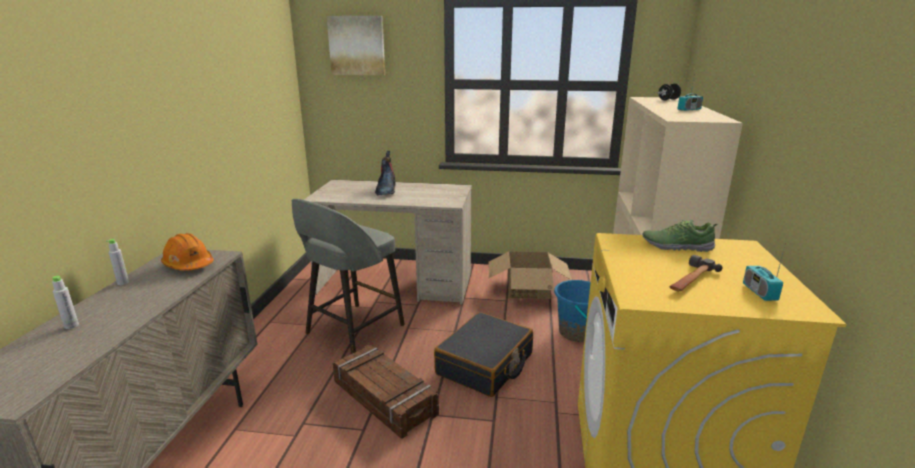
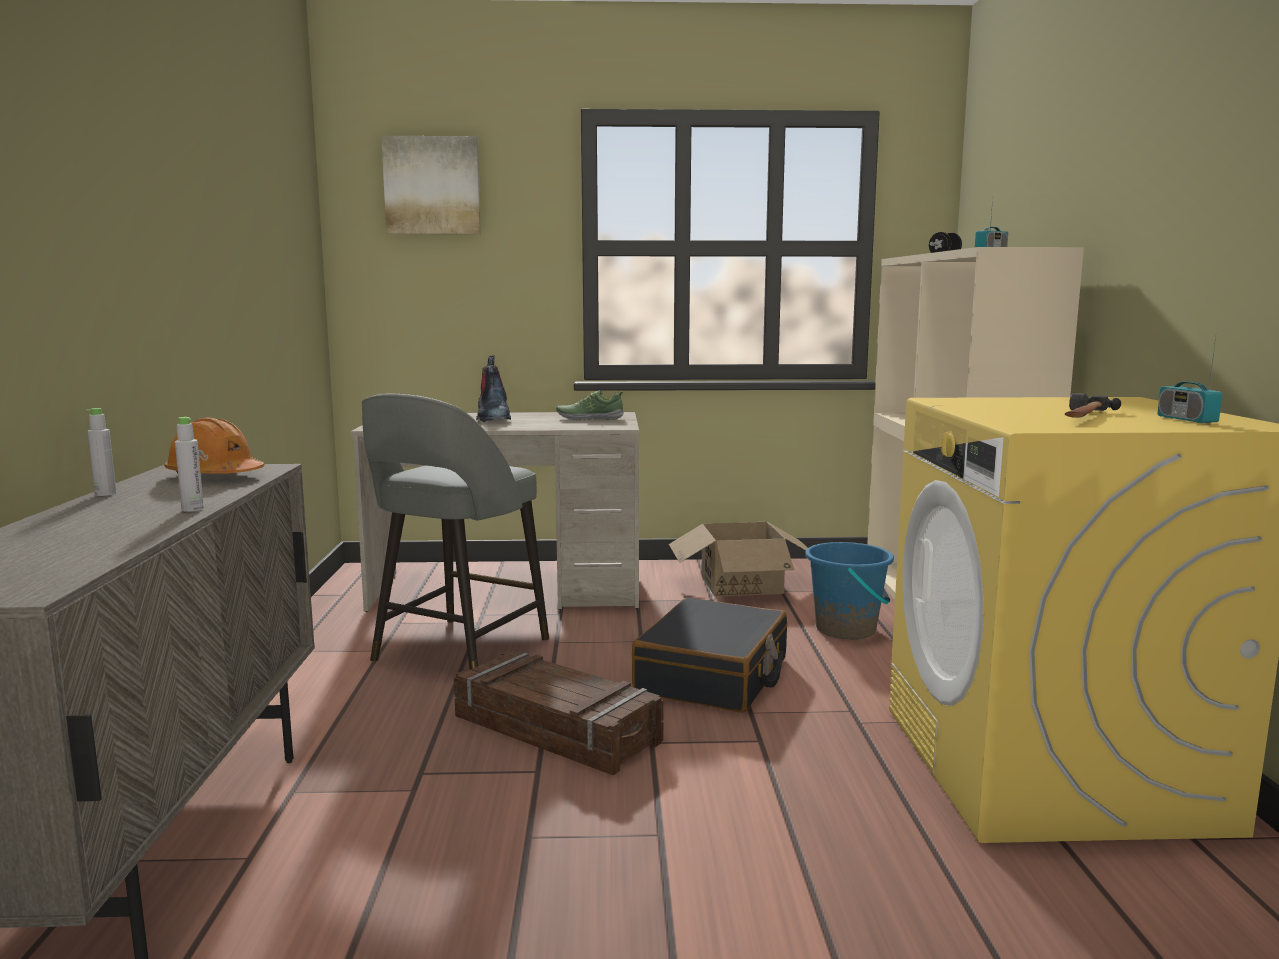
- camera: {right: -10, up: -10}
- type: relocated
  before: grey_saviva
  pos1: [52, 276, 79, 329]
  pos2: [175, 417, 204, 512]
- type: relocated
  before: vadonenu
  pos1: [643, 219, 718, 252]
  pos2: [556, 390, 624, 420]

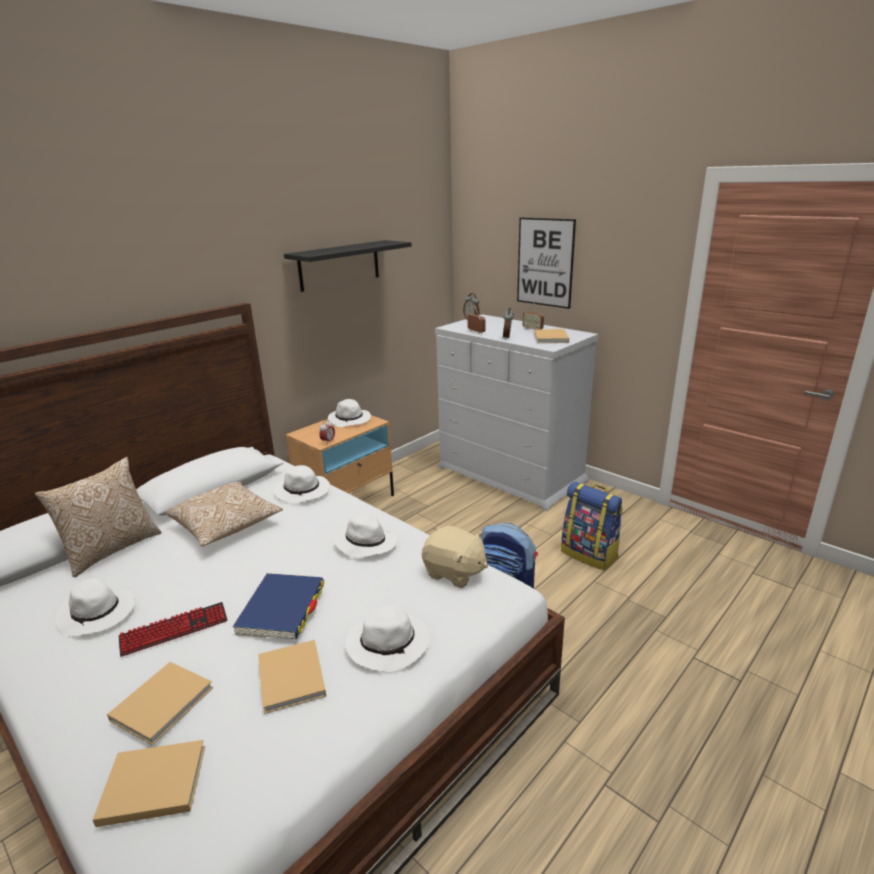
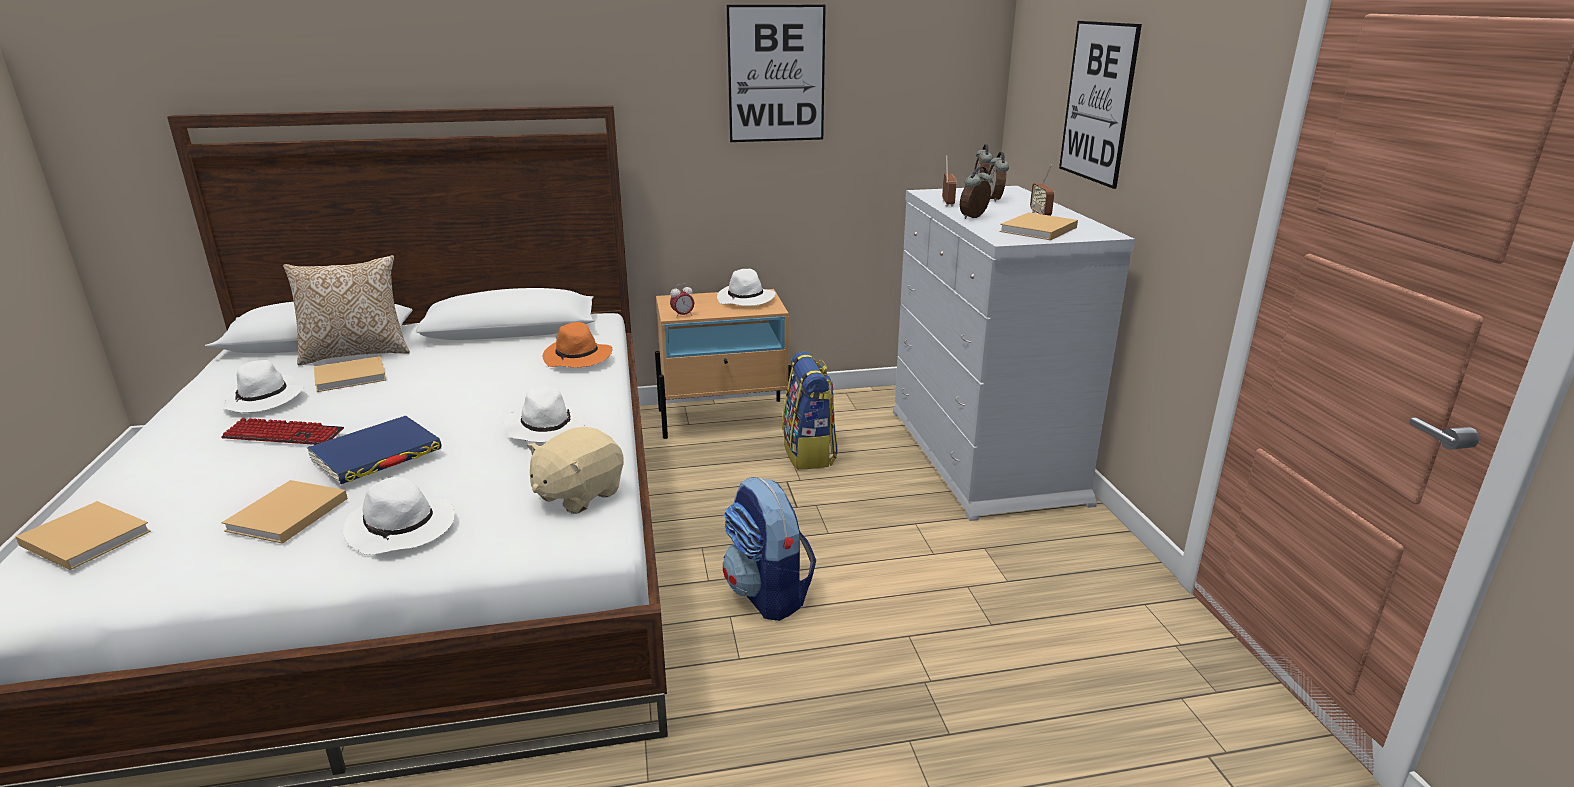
- camera: {right: 35, up: 0}
- type: missing
  before: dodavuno
  pos1: [166, 482, 283, 547]
- type: appeared
  after: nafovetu
  pos2: [989, 152, 1009, 202]
- type: relocated
  before: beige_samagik
  pos1: [107, 662, 213, 746]
  pos2: [314, 356, 386, 392]
- type: relocated
  before: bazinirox
  pos1: [561, 482, 623, 570]
  pos2: [782, 352, 838, 470]
- type: exchanged
  before: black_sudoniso
  after: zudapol
  pos1: [284, 240, 412, 292]
  pos2: [726, 5, 826, 142]
- type: colour
  before: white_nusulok
  after: orange_nusulok
  pos1: [274, 465, 330, 504]
  pos2: [543, 322, 612, 368]
- type: spun
  before: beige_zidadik
  pos1: [422, 526, 488, 588]
  pos2: [527, 427, 624, 514]
  turn: 60

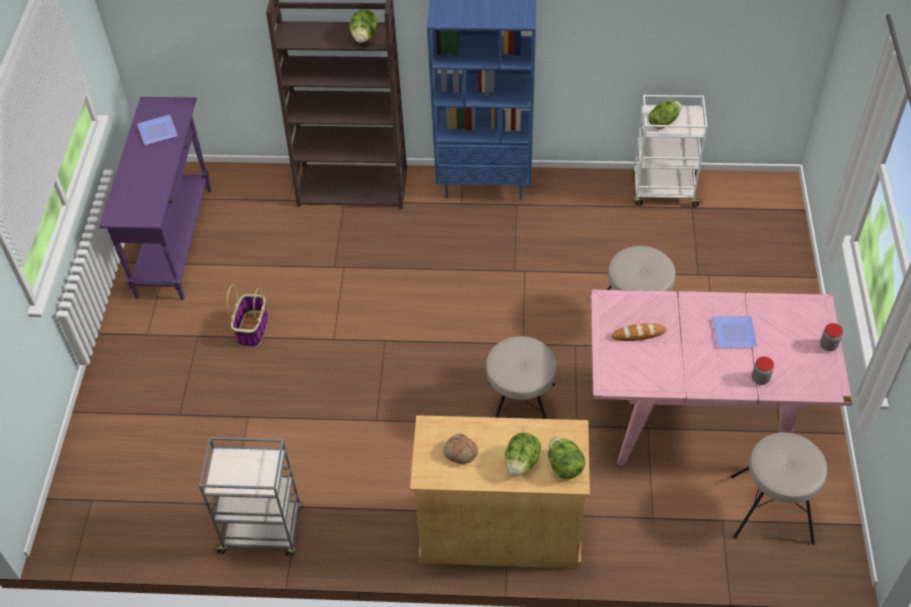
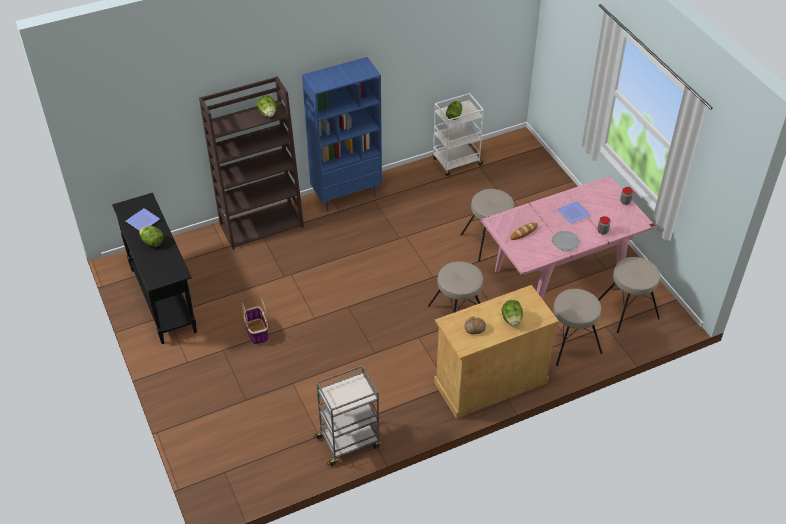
- camera: {right: -30, up: -5}
- type: appeared
  after: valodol
  pos2: [552, 231, 580, 251]
- type: appeared
  after: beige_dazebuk
  pos2: [553, 289, 602, 366]
- type: relocated
  before: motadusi
  pos1: [548, 437, 585, 479]
  pos2: [139, 226, 164, 247]
- type: colour
  before: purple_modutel
  after: black_modutel
  pos1: [99, 97, 211, 300]
  pos2: [112, 193, 197, 344]

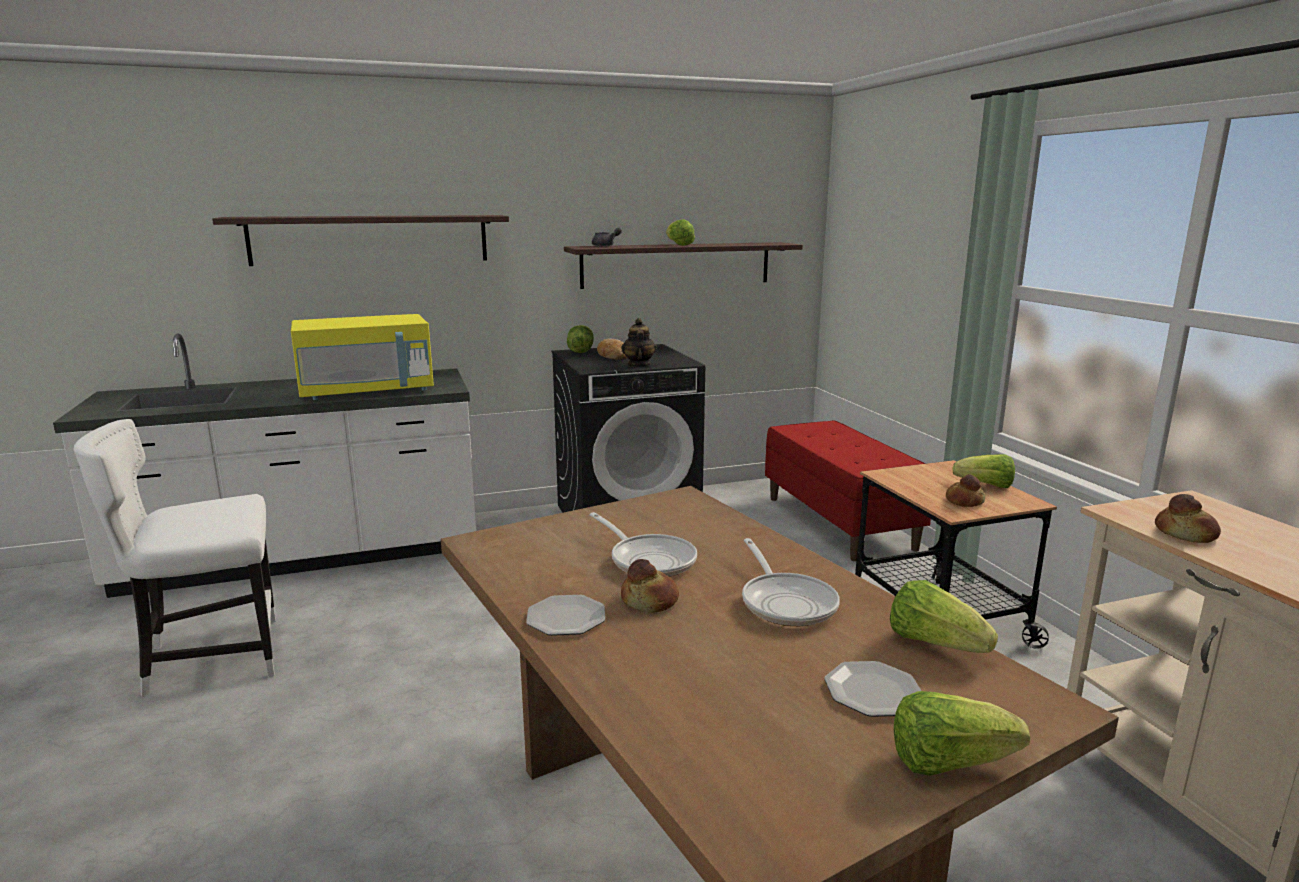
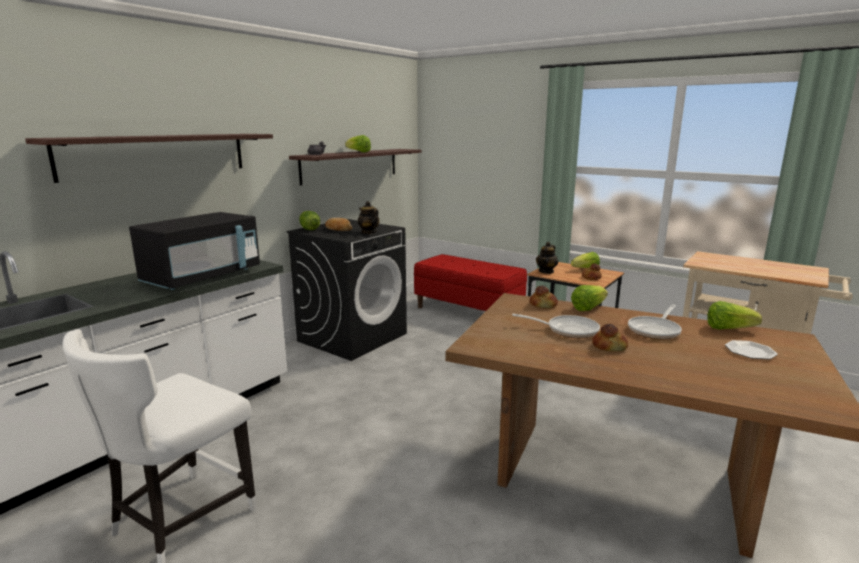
- camera: {right: -35, up: 0}
- type: missing
  before: valodol
  pos1: [526, 595, 605, 636]
- type: appeared
  after: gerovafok
  pos2: [536, 242, 558, 274]
- type: relocated
  before: motadusi
  pos1: [894, 691, 1030, 776]
  pos2: [571, 285, 608, 311]
- type: relocated
  before: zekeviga
  pos1: [1155, 494, 1221, 543]
  pos2: [529, 286, 558, 308]
- type: colour
  before: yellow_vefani
  after: black_vefani
  pos1: [291, 314, 434, 400]
  pos2: [129, 212, 260, 290]
- type: spun
  before: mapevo
  pos1: [742, 538, 840, 626]
  pos2: [628, 305, 682, 339]
  turn: 90

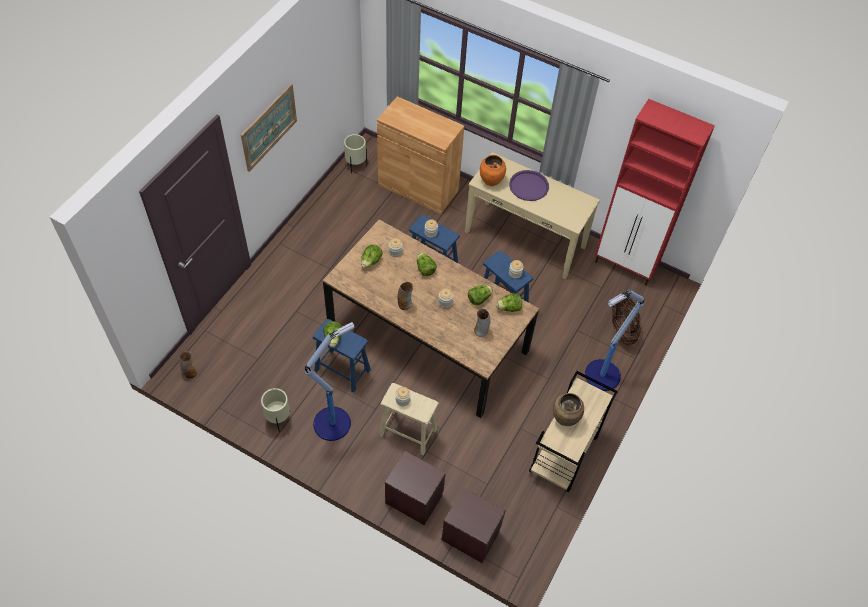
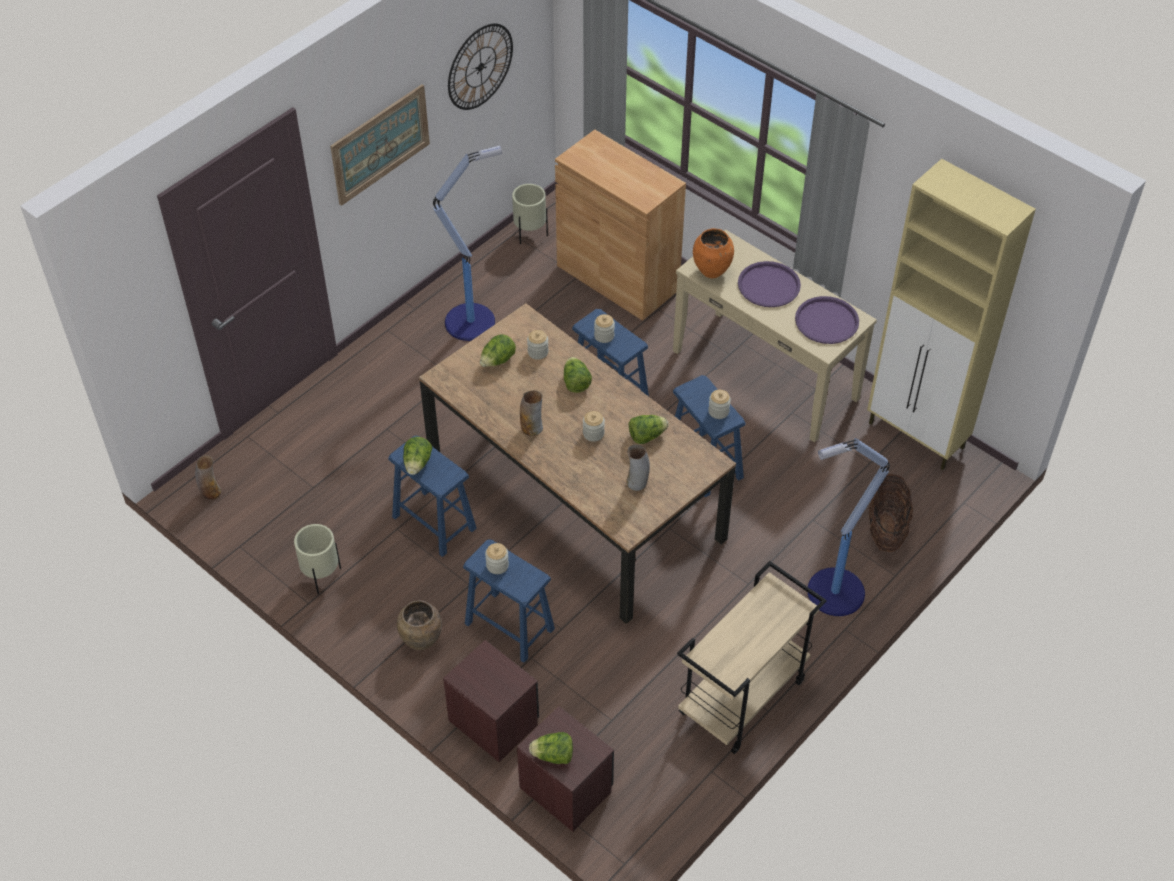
- camera: {right: 15, up: -5}
- type: appeared
  after: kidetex
  pos2: [448, 23, 513, 110]
- type: appeared
  after: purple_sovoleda
  pos2: [795, 296, 859, 344]
- type: relocated
  before: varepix
  pos1: [305, 322, 355, 441]
  pos2: [433, 146, 502, 341]
- type: relocated
  before: motadusi
  pos1: [496, 293, 522, 312]
  pos2: [529, 732, 573, 764]
- type: relocated
  before: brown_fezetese
  pos1: [553, 393, 584, 426]
  pos2: [397, 600, 442, 650]
- type: colour
  before: beige_dazebuk
  after: blue_dazebuk
  pos1: [379, 383, 439, 455]
  pos2: [463, 539, 555, 663]
- type: colour
  before: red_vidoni
  after: beige_vidoni
  pos1: [595, 99, 715, 285]
  pos2: [867, 159, 1036, 470]

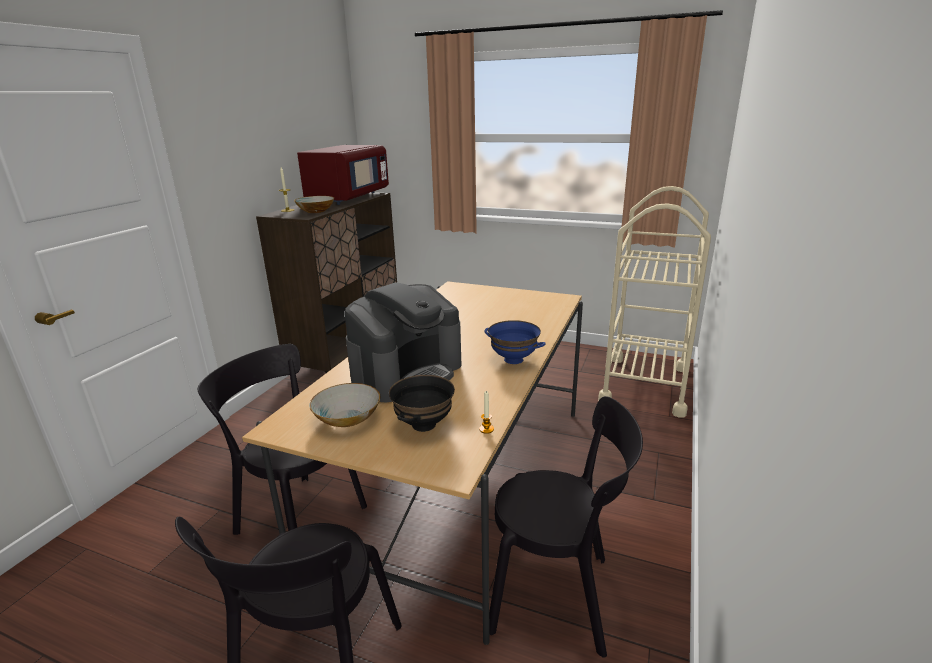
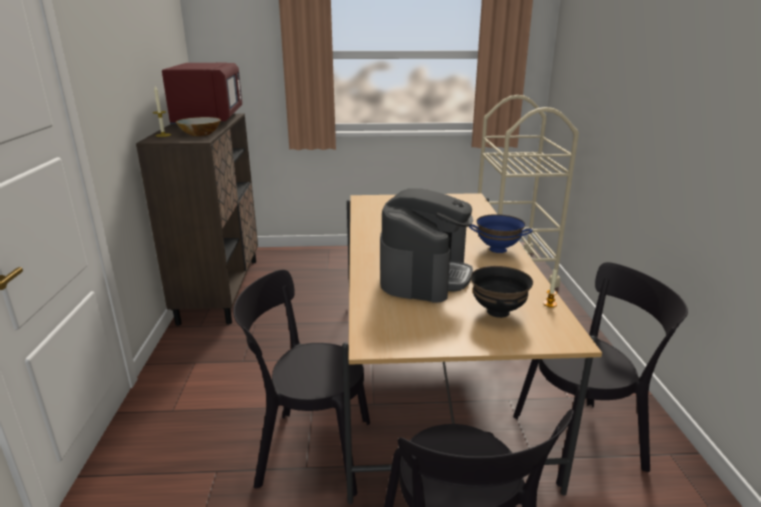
- camera: {right: -25, up: 0}
- type: missing
  before: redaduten
  pos1: [309, 383, 380, 427]

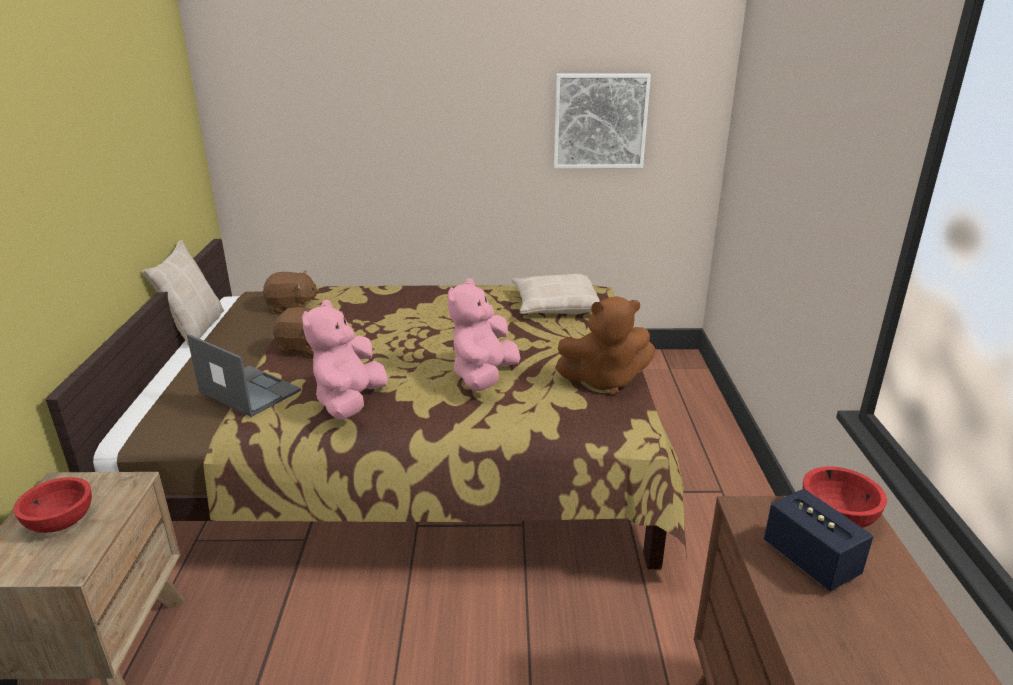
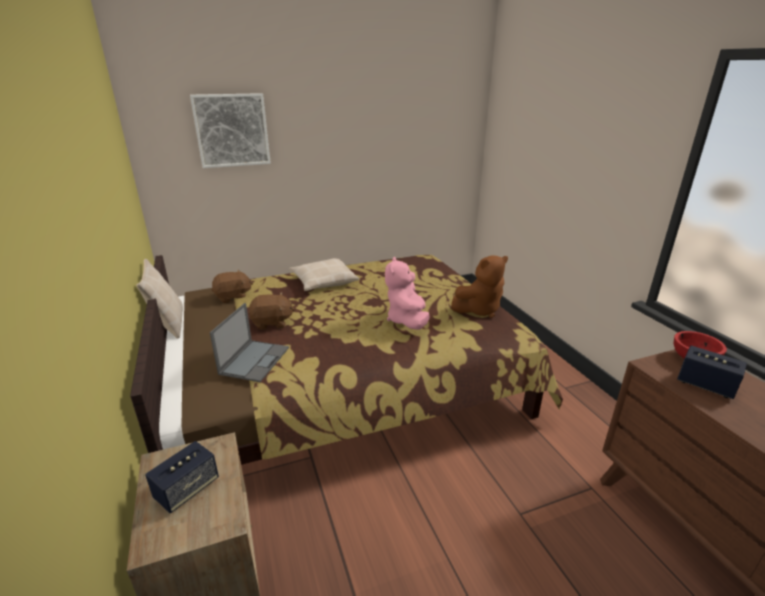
- camera: {right: -20, up: 0}
- type: missing
  before: pink_zidadik
  pos1: [302, 300, 388, 419]
- type: relocated
  before: beige_dodavuno
  pos1: [512, 274, 600, 314]
  pos2: [289, 258, 359, 291]
- type: relocated
  before: zudapol
  pos1: [554, 73, 651, 168]
  pos2: [190, 93, 271, 168]
- type: exchanged
  before: red_redaduten
  after: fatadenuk
  pos1: [13, 477, 92, 533]
  pos2: [145, 441, 219, 513]
- type: spun
  before: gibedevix
  pos1: [187, 334, 301, 417]
  pos2: [210, 303, 289, 382]
  turn: 90

